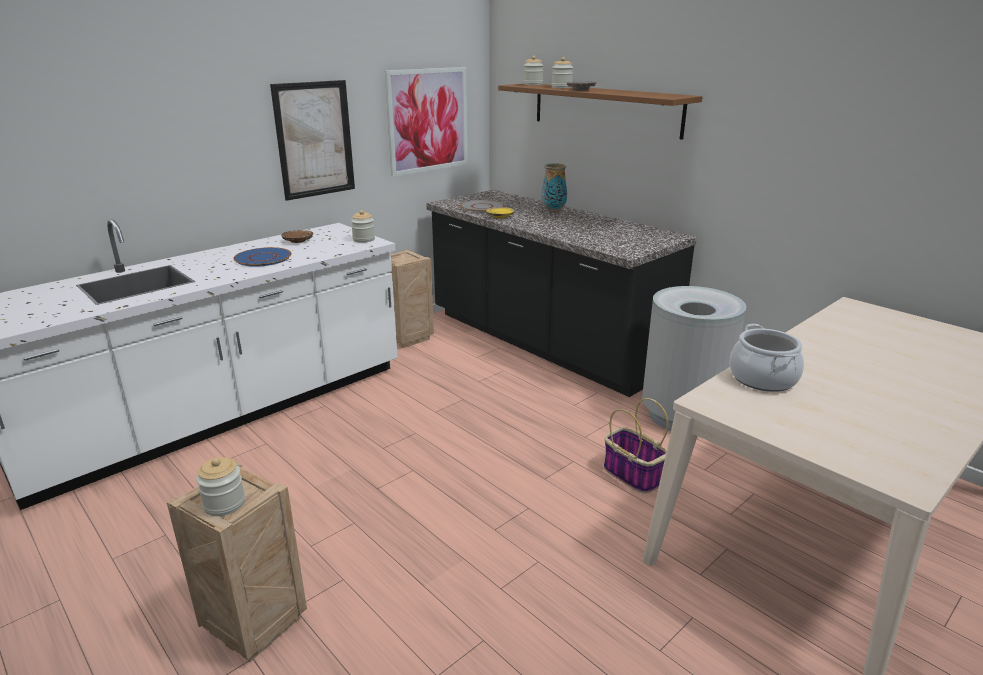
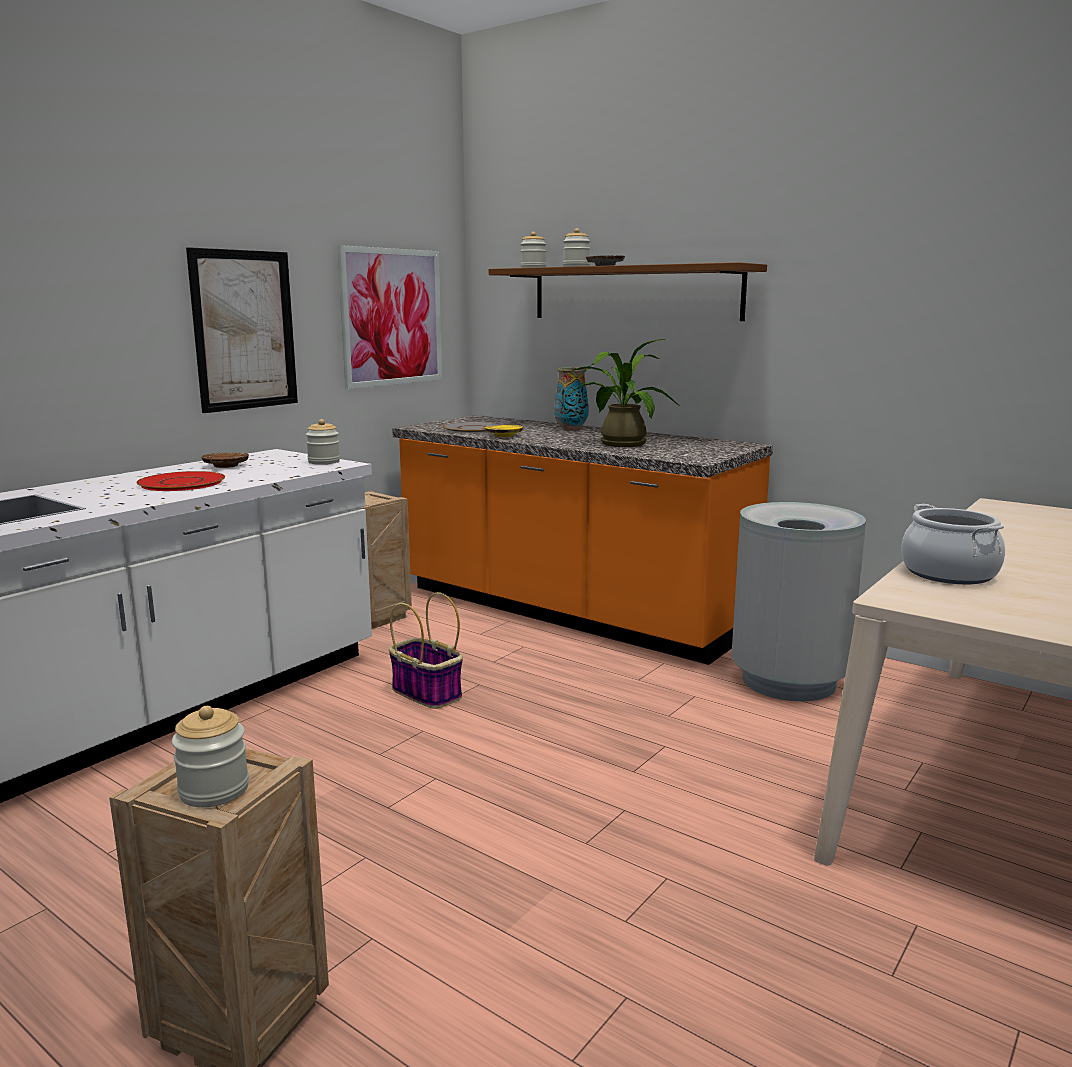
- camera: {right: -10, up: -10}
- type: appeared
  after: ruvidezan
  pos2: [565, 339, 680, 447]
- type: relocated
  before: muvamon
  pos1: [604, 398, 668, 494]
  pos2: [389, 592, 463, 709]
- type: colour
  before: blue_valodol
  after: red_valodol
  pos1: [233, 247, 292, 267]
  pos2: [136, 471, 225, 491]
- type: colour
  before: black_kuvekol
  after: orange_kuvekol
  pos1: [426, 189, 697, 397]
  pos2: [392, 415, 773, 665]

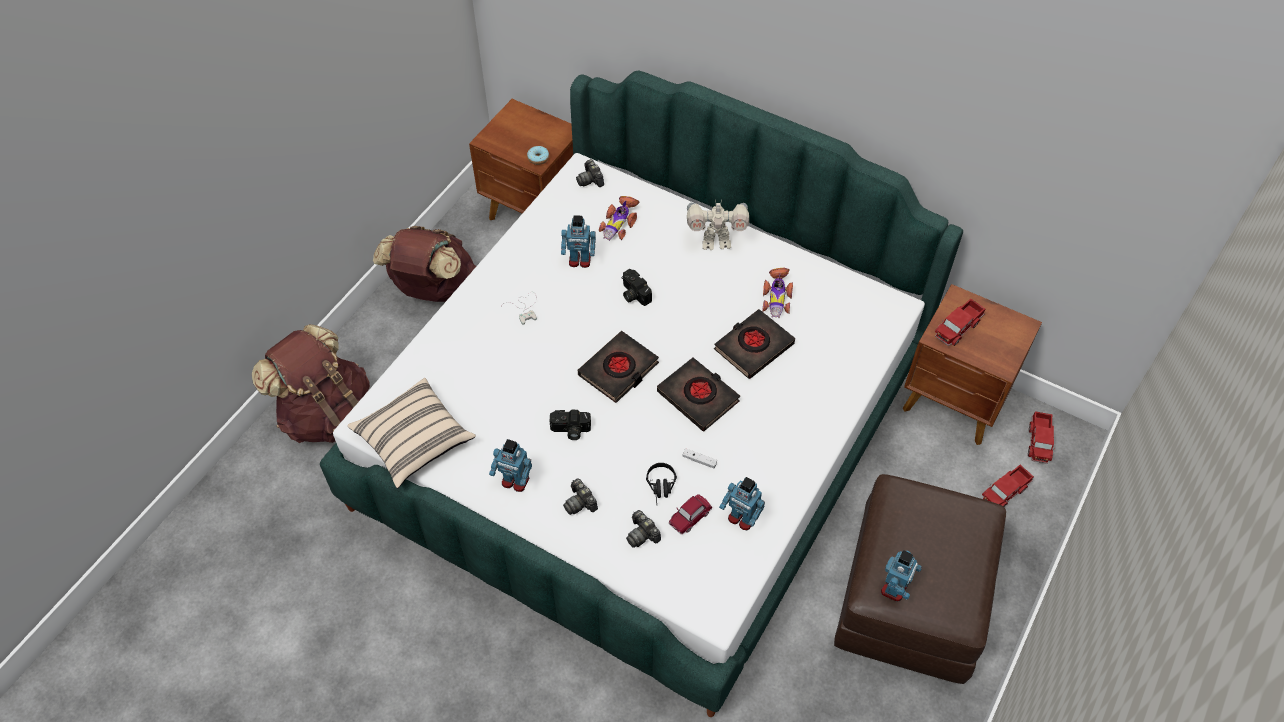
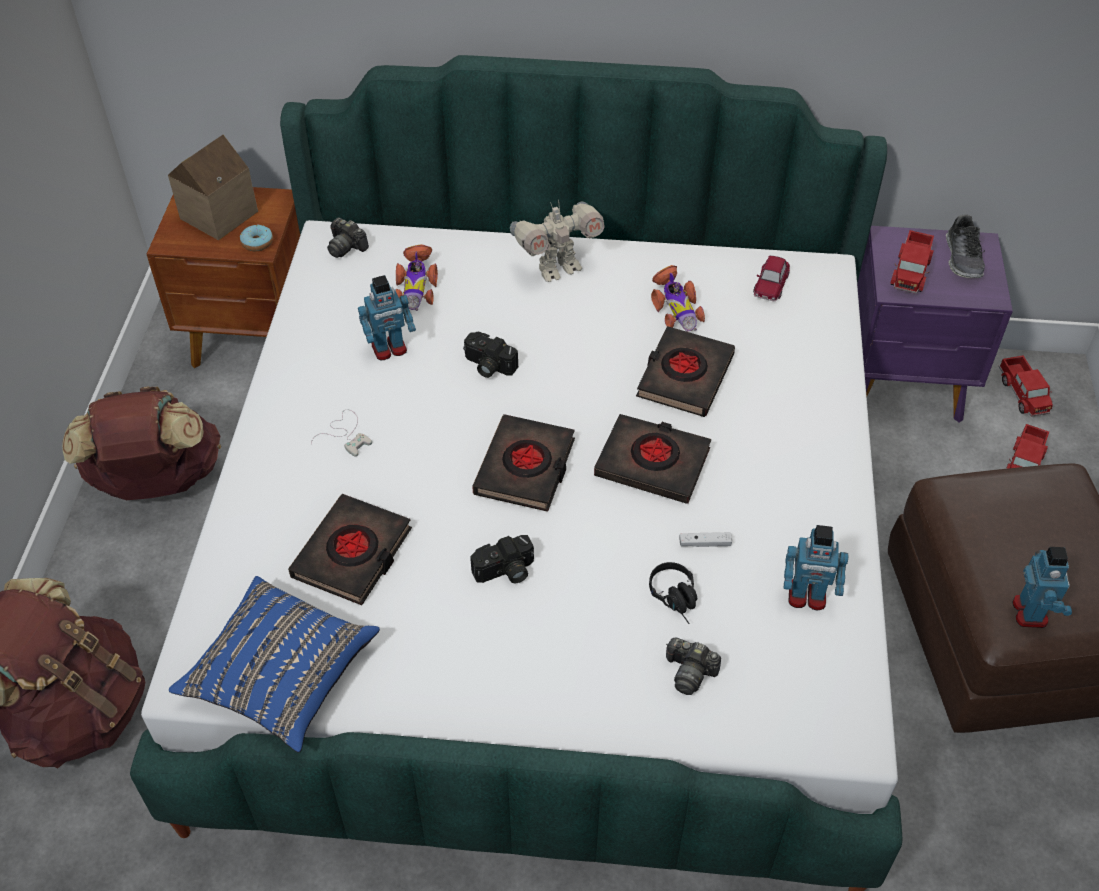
- camera: {right: -25, up: -5}
- type: missing
  before: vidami
  pos1: [489, 439, 532, 492]
- type: missing
  before: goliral
  pos1: [563, 478, 598, 515]
- type: appeared
  after: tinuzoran
  pos2: [168, 135, 258, 240]
- type: appeared
  after: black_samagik
  pos2: [288, 494, 412, 605]
- type: appeared
  after: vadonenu
  pos2: [946, 214, 985, 278]
- type: relocated
  before: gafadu
  pos1: [669, 494, 712, 534]
  pos2: [753, 256, 790, 302]
- type: colour
  before: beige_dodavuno
  after: blue_dodavuno
  pos1: [347, 378, 476, 488]
  pos2: [169, 576, 380, 753]
- type: colour
  before: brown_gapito
  after: purple_gapito
  pos1: [903, 284, 1042, 445]
  pos2: [857, 226, 1013, 423]

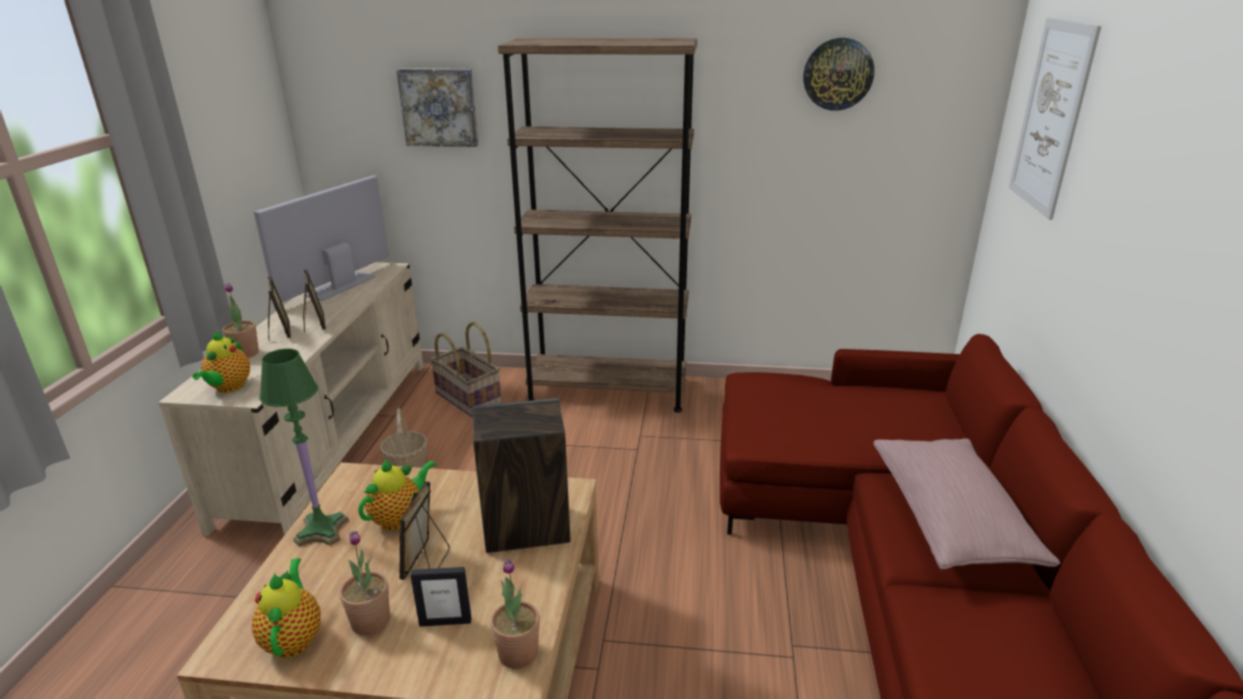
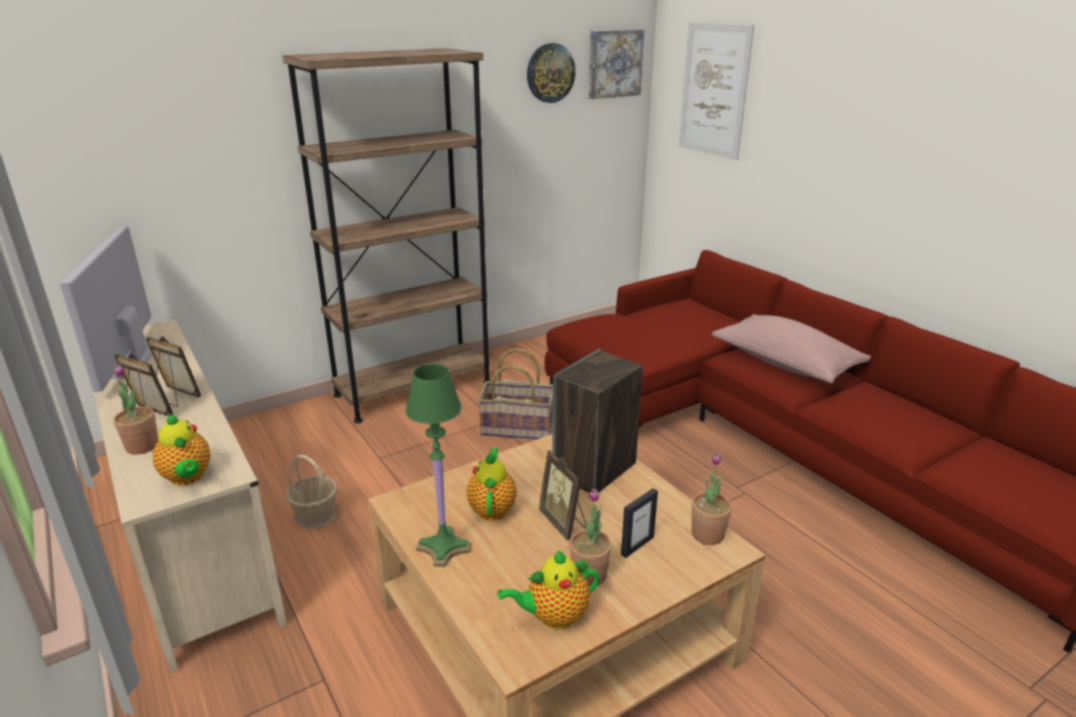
- camera: {right: -40, up: 0}
- type: relocated
  before: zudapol
  pos1: [396, 68, 478, 147]
  pos2: [589, 29, 644, 99]
- type: relocated
  before: muvamon
  pos1: [430, 322, 502, 417]
  pos2: [478, 348, 553, 439]
- type: spun
  before: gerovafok
  pos1: [252, 558, 321, 658]
  pos2: [497, 550, 599, 629]
  turn: -60

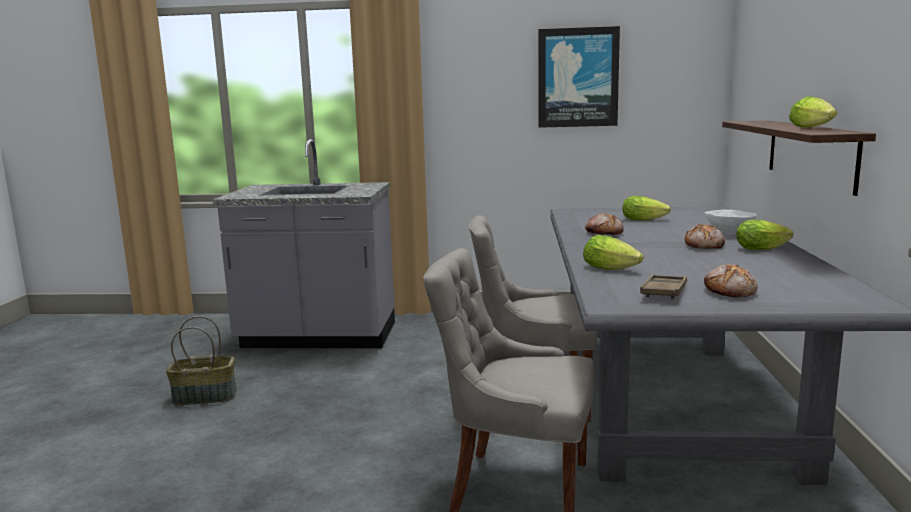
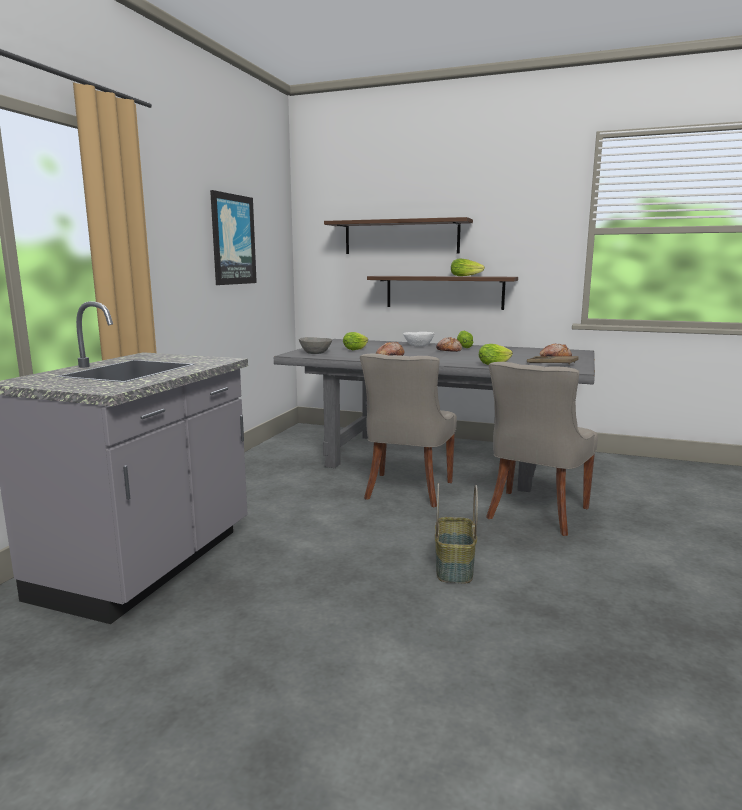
- camera: {right: -75, up: 0}
- type: appeared
  after: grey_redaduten
  pos2: [299, 337, 332, 354]
- type: appeared
  after: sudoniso
  pos2: [324, 217, 473, 254]
- type: relocated
  before: muvamon
  pos1: [166, 316, 237, 405]
  pos2: [435, 483, 478, 583]

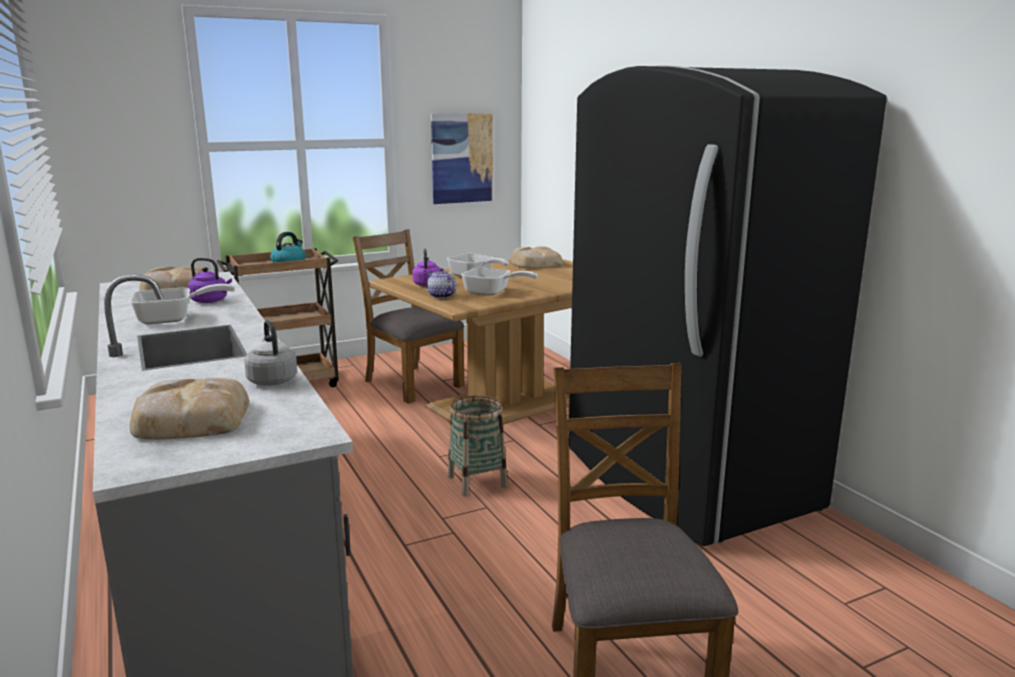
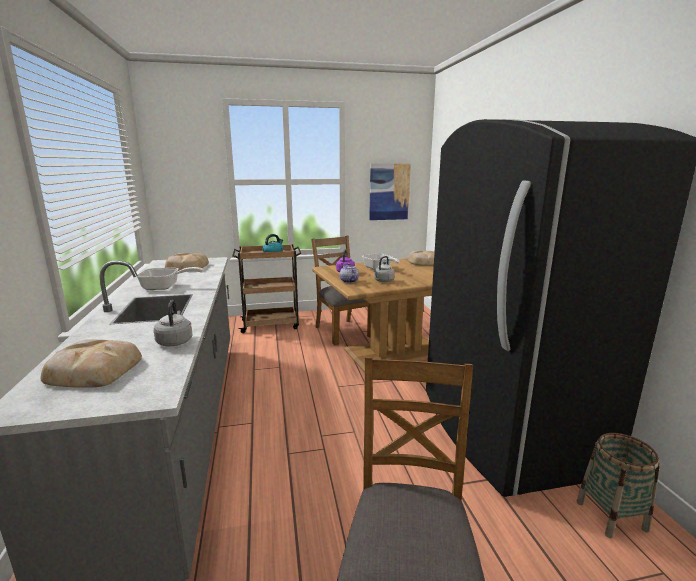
- camera: {right: 15, up: 0}
- type: missing
  before: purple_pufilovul
  pos1: [188, 258, 232, 303]
- type: relocated
  before: muvamon
  pos1: [448, 395, 507, 496]
  pos2: [577, 433, 660, 538]
- type: exchanged
  before: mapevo
  after: grey_pufilovul
  pos1: [461, 268, 538, 295]
  pos2: [373, 256, 395, 282]

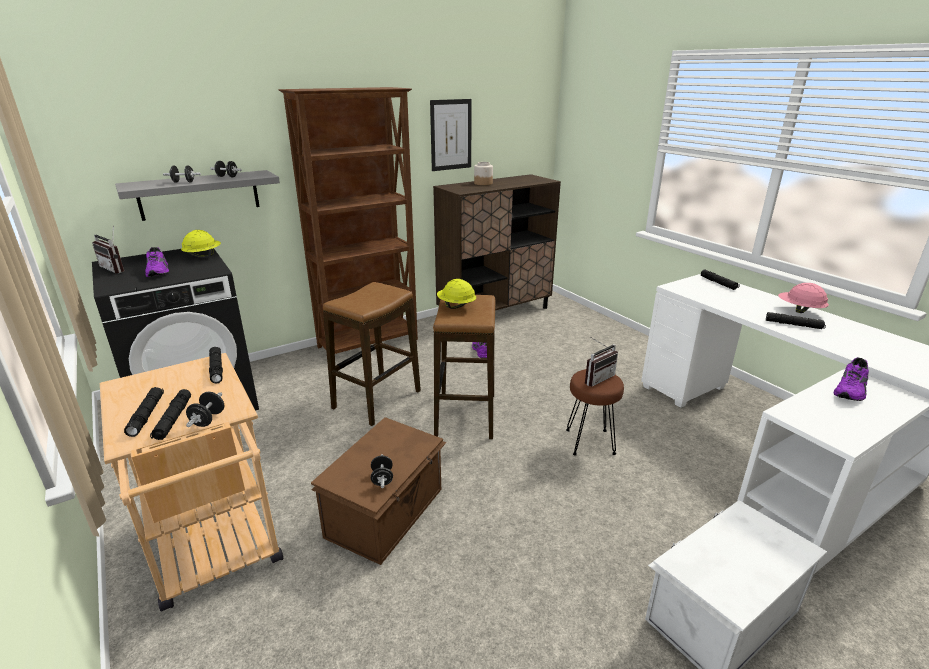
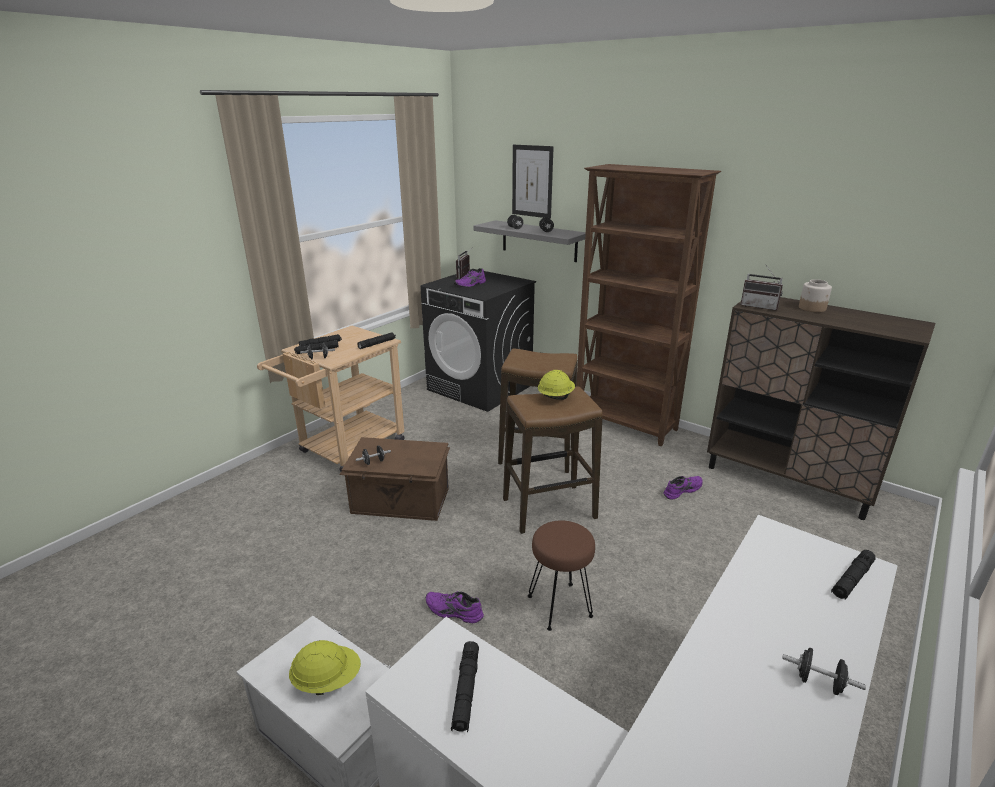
- camera: {right: 70, up: 0}
- type: relocated
  before: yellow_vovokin
  pos1: [181, 230, 221, 258]
  pos2: [289, 640, 361, 695]
- type: relocated
  before: zudapol
  pos1: [430, 99, 472, 171]
  pos2: [512, 145, 554, 219]
- type: relocated
  before: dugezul
  pos1: [585, 337, 618, 387]
  pos2: [740, 264, 783, 310]
- type: relocated
  before: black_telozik
  pos1: [766, 312, 826, 329]
  pos2: [451, 641, 479, 732]
- type: relocated
  before: purple_vadonenu
  pos1: [834, 357, 869, 401]
  pos2: [426, 591, 484, 623]
- type: exchanged
  before: pink_vovokin
  after: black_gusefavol
  pos1: [778, 283, 829, 313]
  pos2: [782, 648, 866, 695]

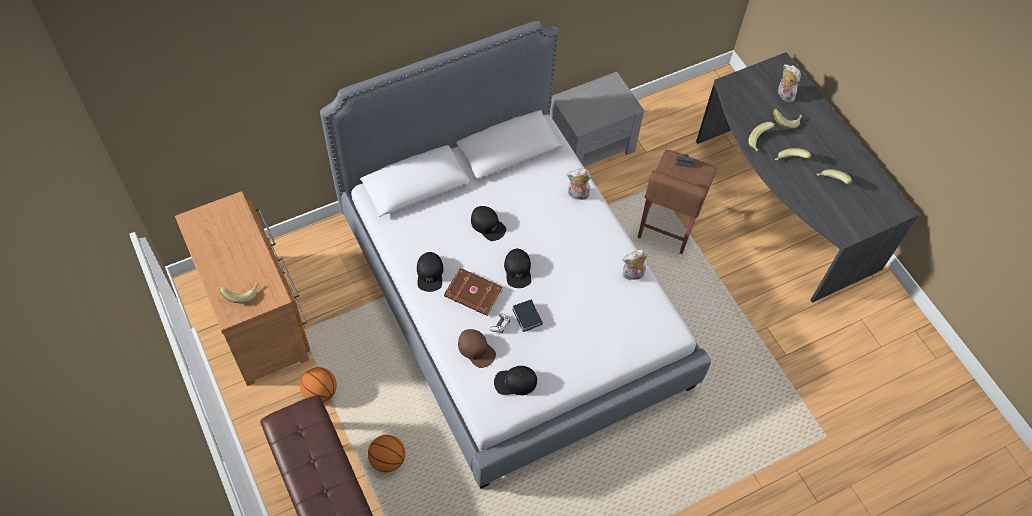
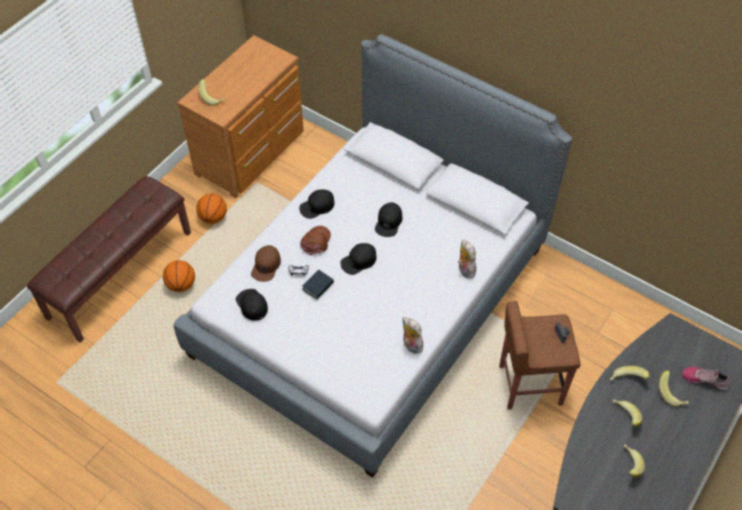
- camera: {right: 65, up: -5}
- type: missing
  before: grey_gapito
  pos1: [550, 72, 644, 167]
- type: exchanged
  before: brown_samagik
  after: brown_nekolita
  pos1: [444, 268, 503, 316]
  pos2: [300, 226, 331, 255]
- type: exchanged
  before: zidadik
  after: vadonenu
  pos1: [778, 64, 801, 102]
  pos2: [681, 367, 730, 391]

